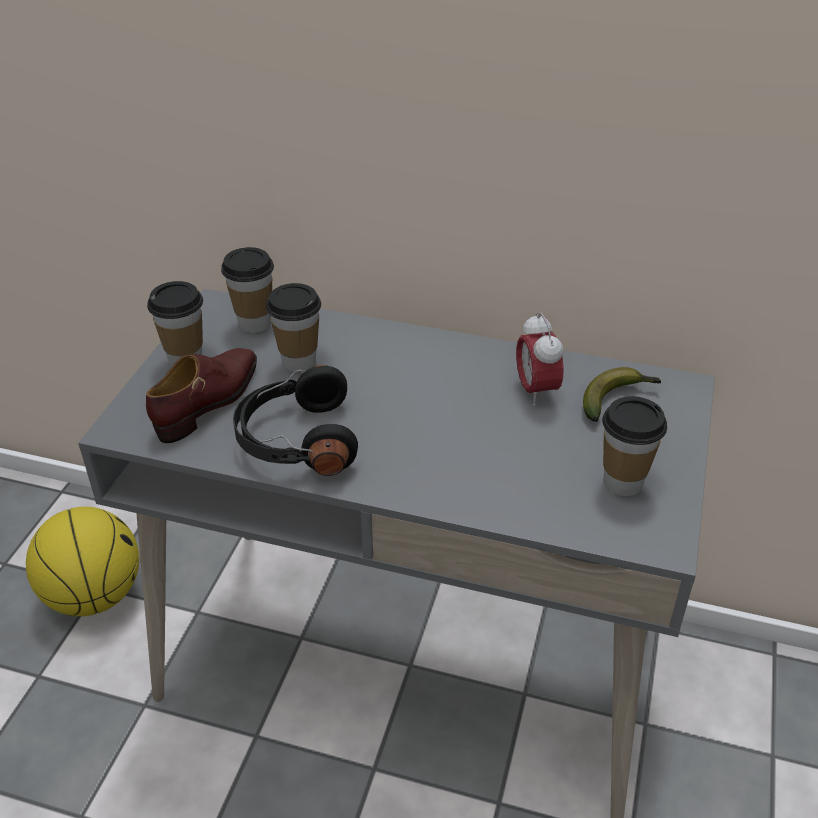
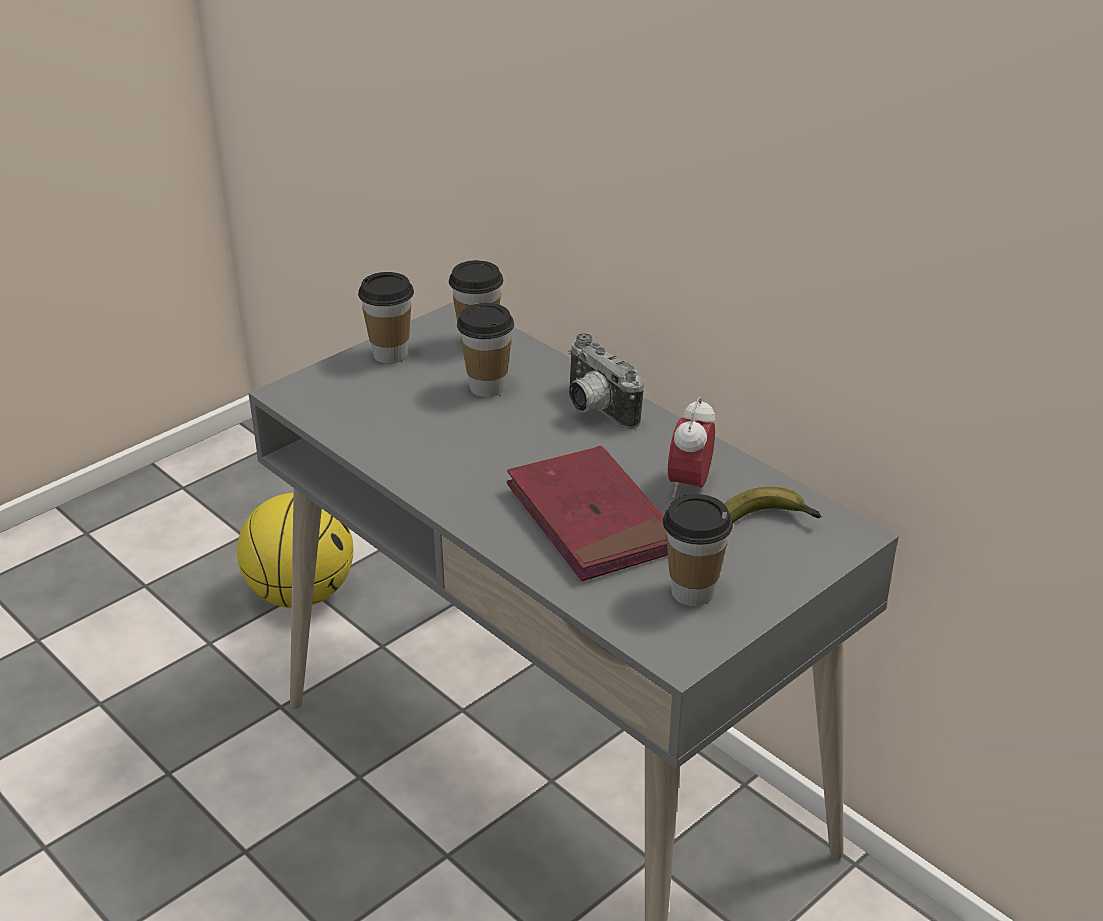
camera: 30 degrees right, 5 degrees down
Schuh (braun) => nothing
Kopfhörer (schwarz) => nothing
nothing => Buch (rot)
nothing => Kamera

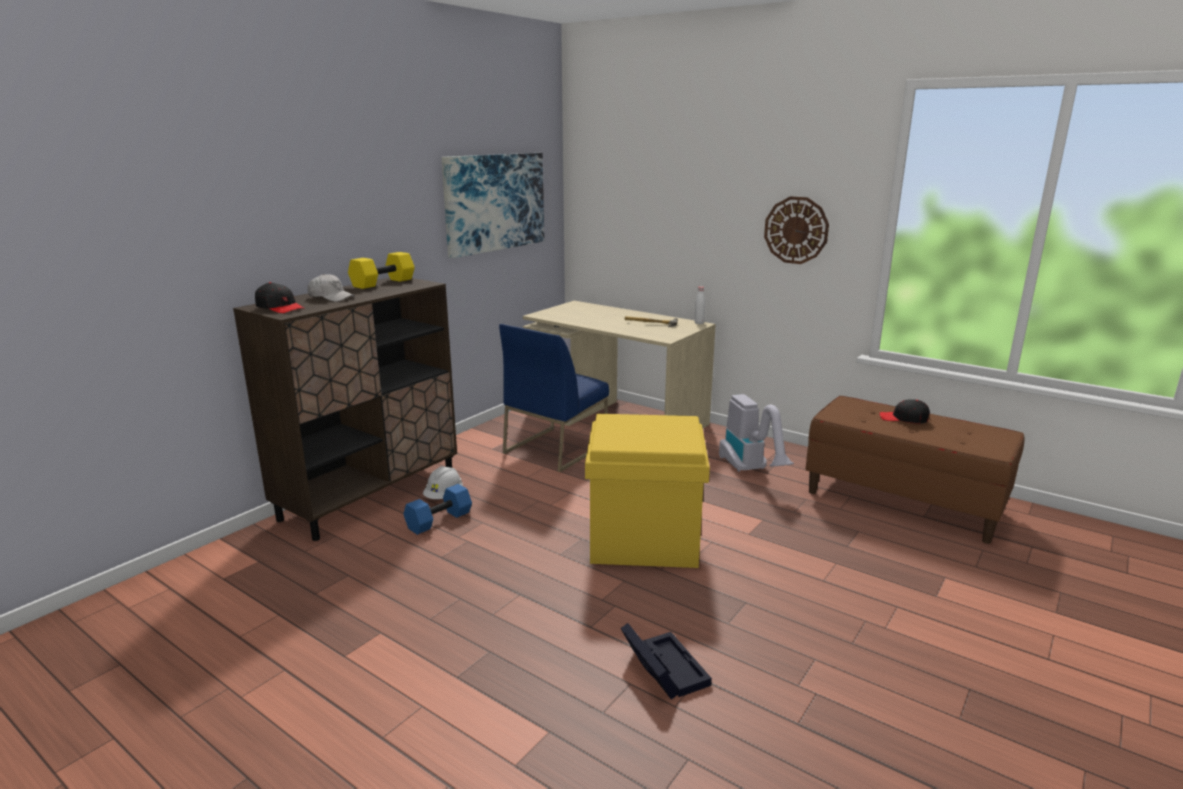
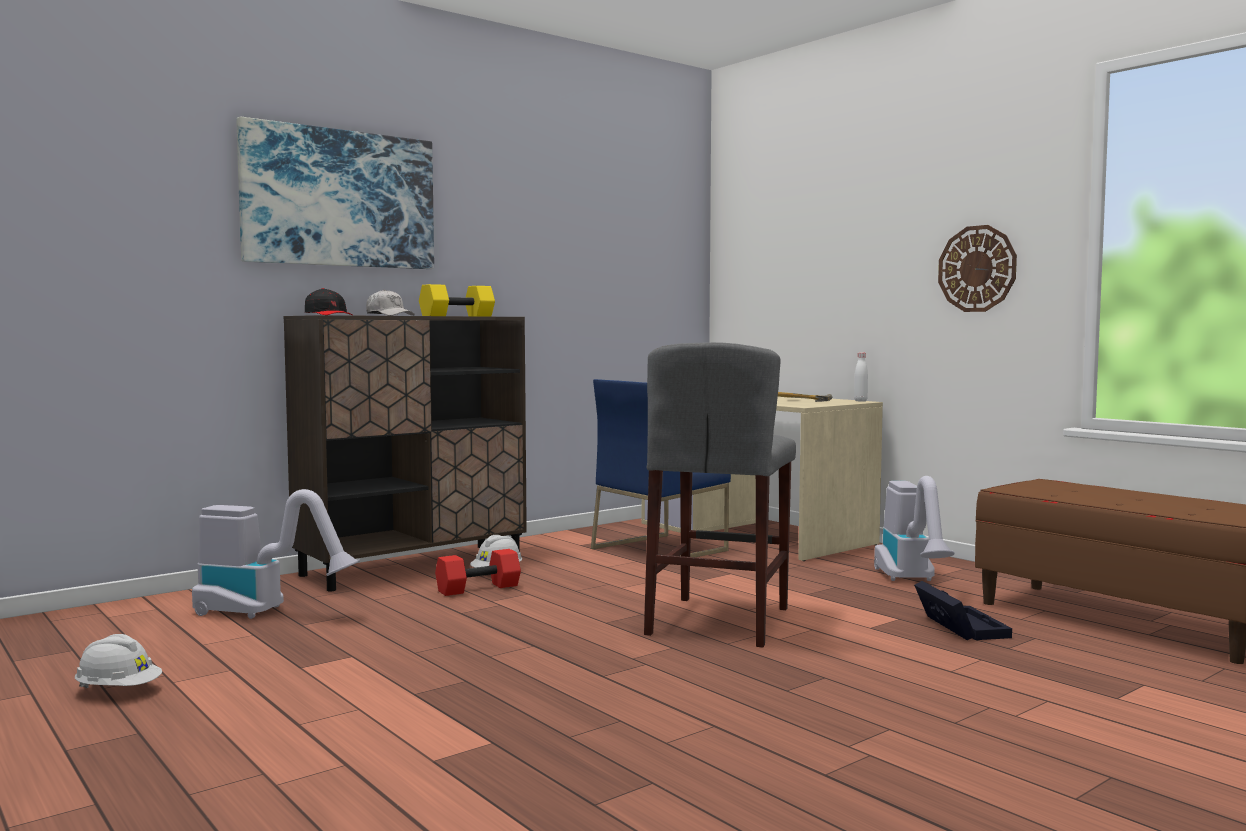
camera: 15 degrees right, 15 degrees down
Hantel (blau) => Hantel (rot)
Bild, move
Aufbewahrungsbox (gelb) => Hocker (grau)
Aufbewahrungsbox (schwarz), move
Kappe (schwarz) (2nd from left) => nothing
nothing => Schutzhelm (weiß) (1st from left)
nothing => Staubsauger (1st from left)

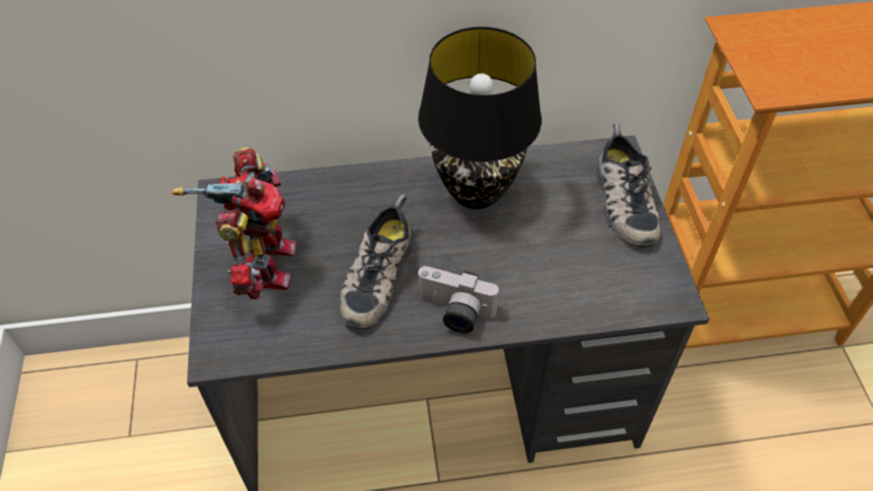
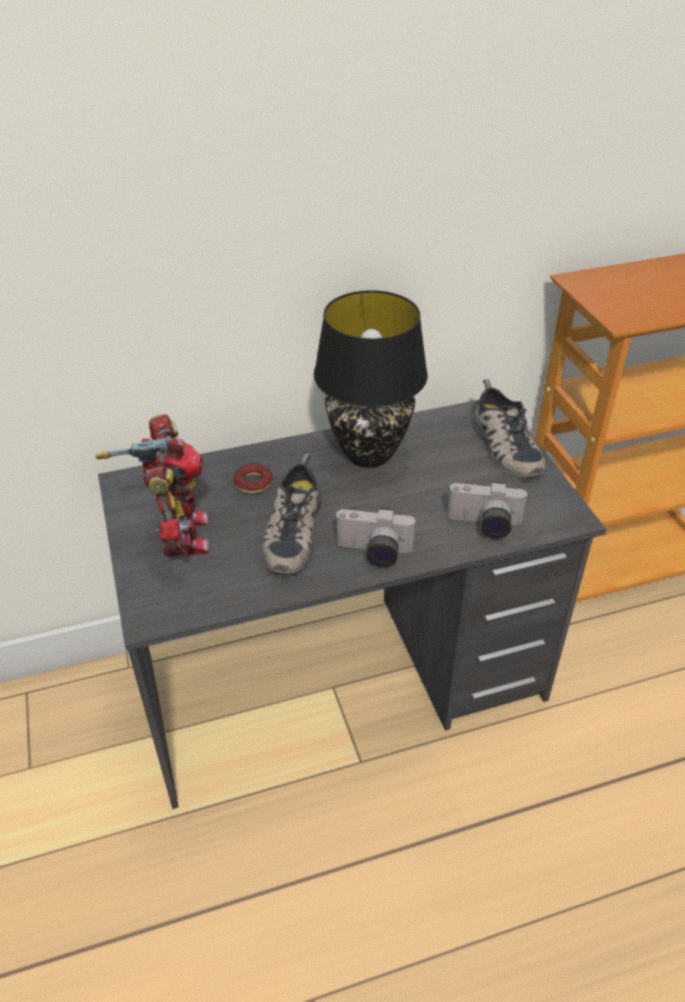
camera: 10 degrees left, 10 degrees down
nothing => Donut
nothing => Kamera (2nd from left)

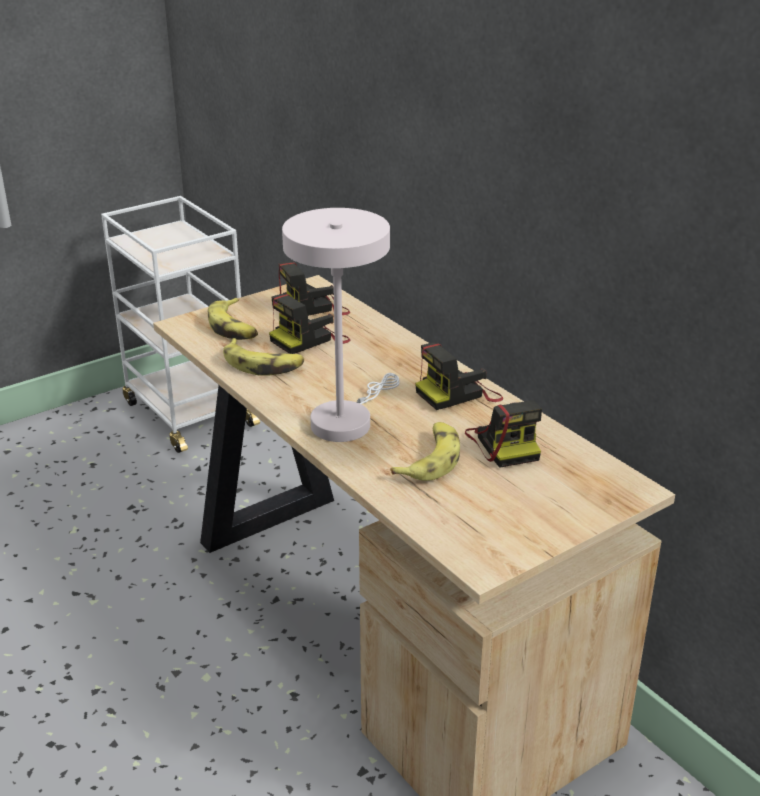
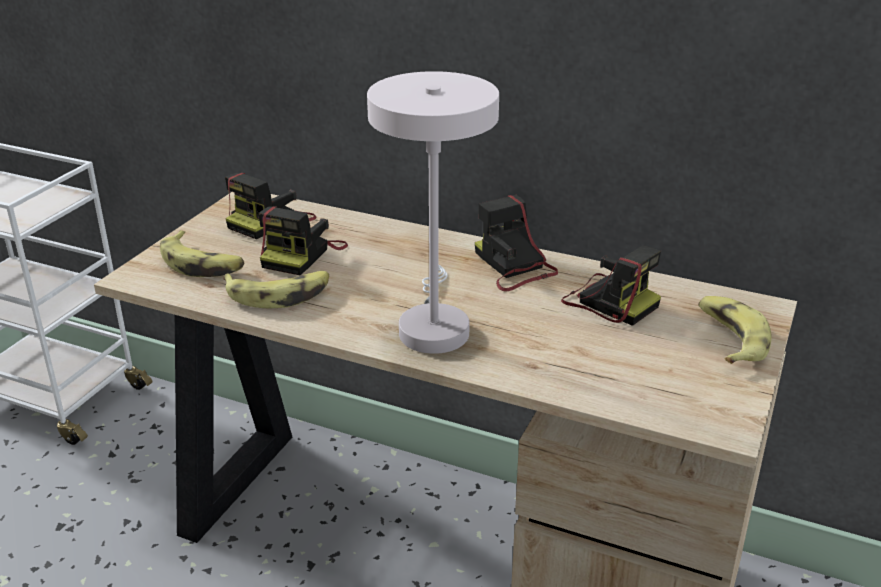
camera: 30 degrees left, 0 degrees up
Banane (3rd from left), move
Kamera (3rd from left), 120 degrees clockwise

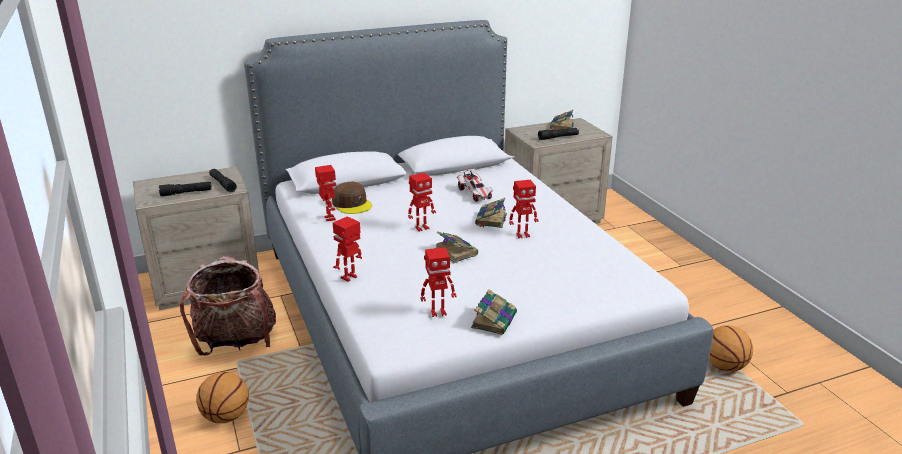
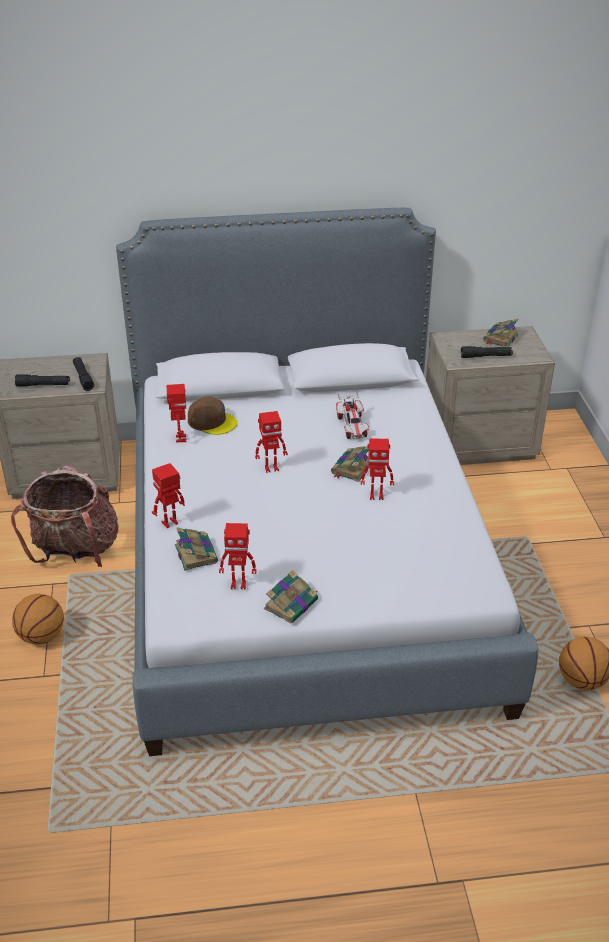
camera: 15 degrees right, 10 degrees up
Kappe (braun), 45 degrees counterclockwise
Buch (1st from left), move

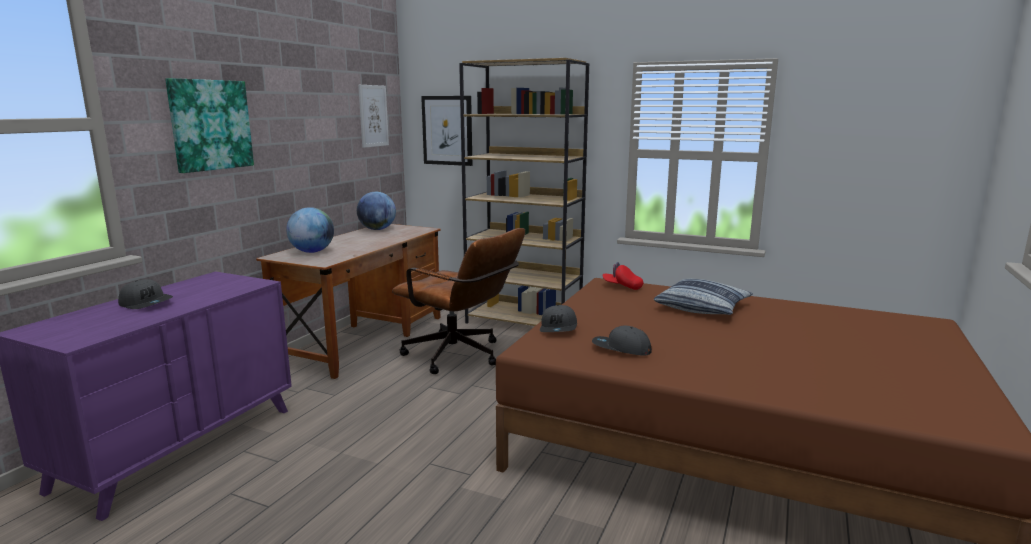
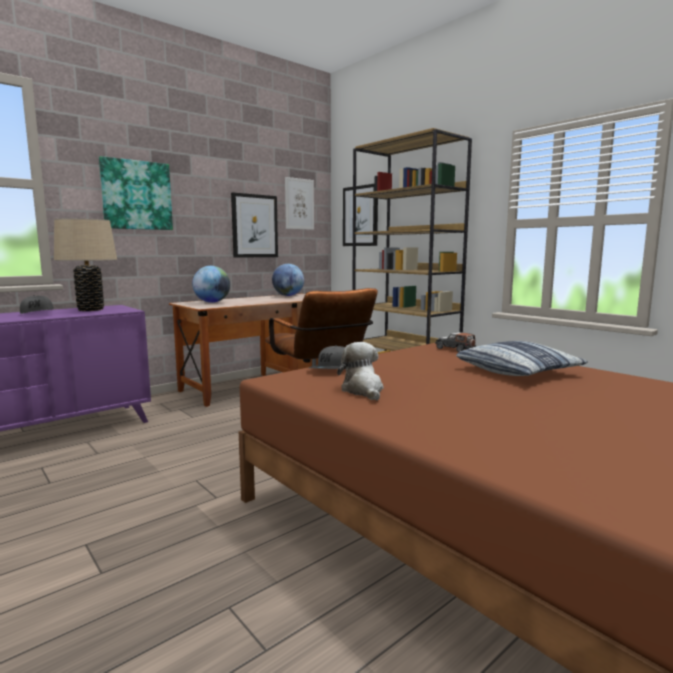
camera: 25 degrees right, 5 degrees down
Kappe (grau) (3rd from left) => Plüschtier
Kappe (rot) => Spielzeugauto
nothing => Tischlampe (beige)
nothing => Bild (2nd from left)

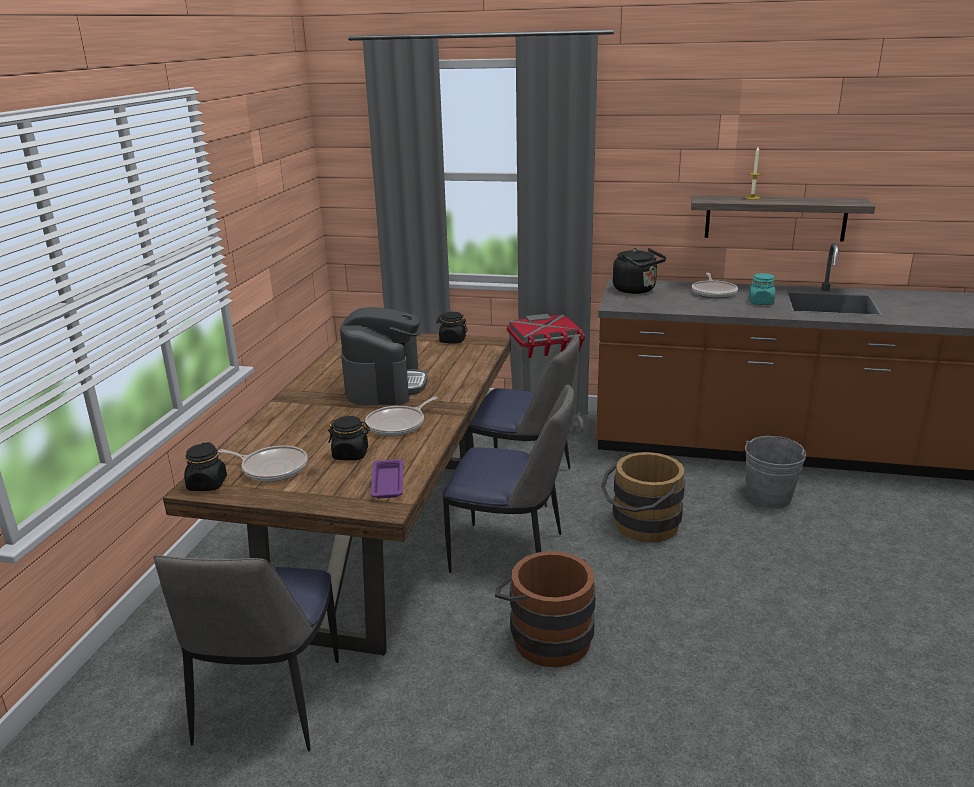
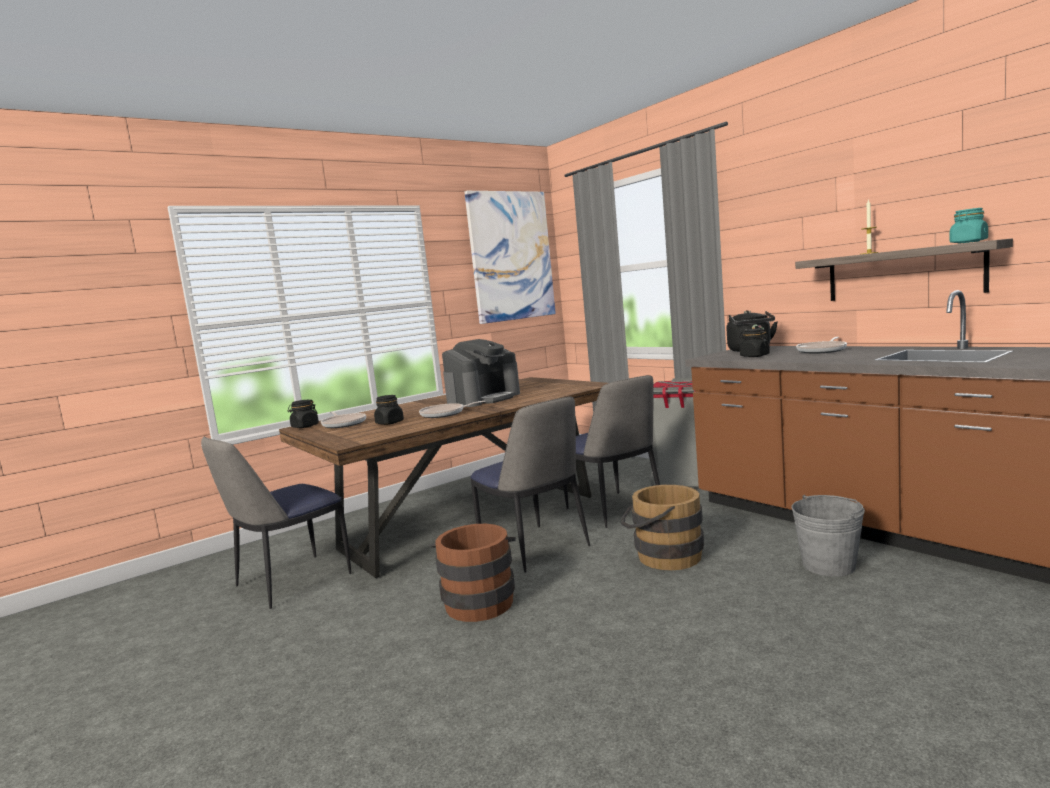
camera: 40 degrees right, 15 degrees down
Tablett (lila) => nothing
Vorratsglas (schwarz) (3rd from left), move
Vorratsglas (türkis), move
nothing => Bild

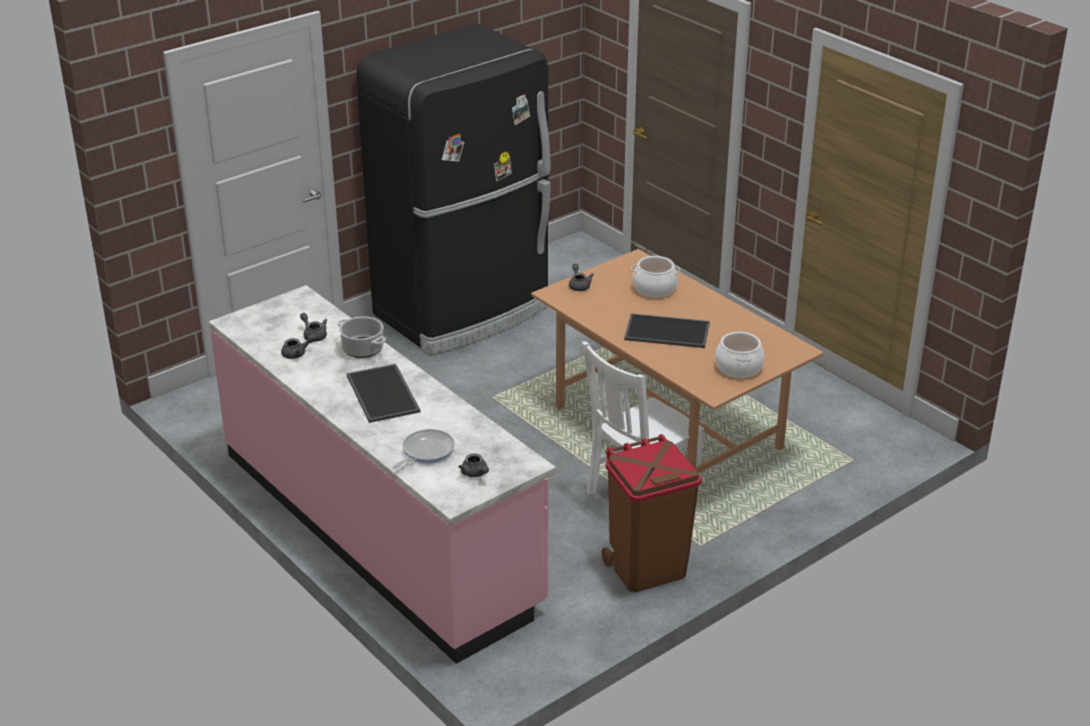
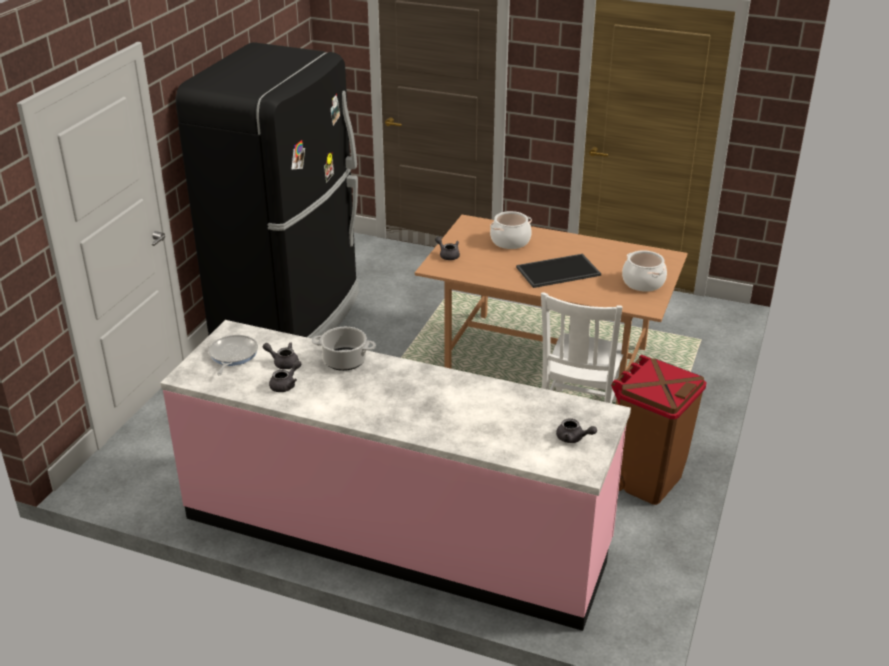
camera: 30 degrees left, 0 degrees up
Tablett (1st from left) => nothing
Pfanne, move

